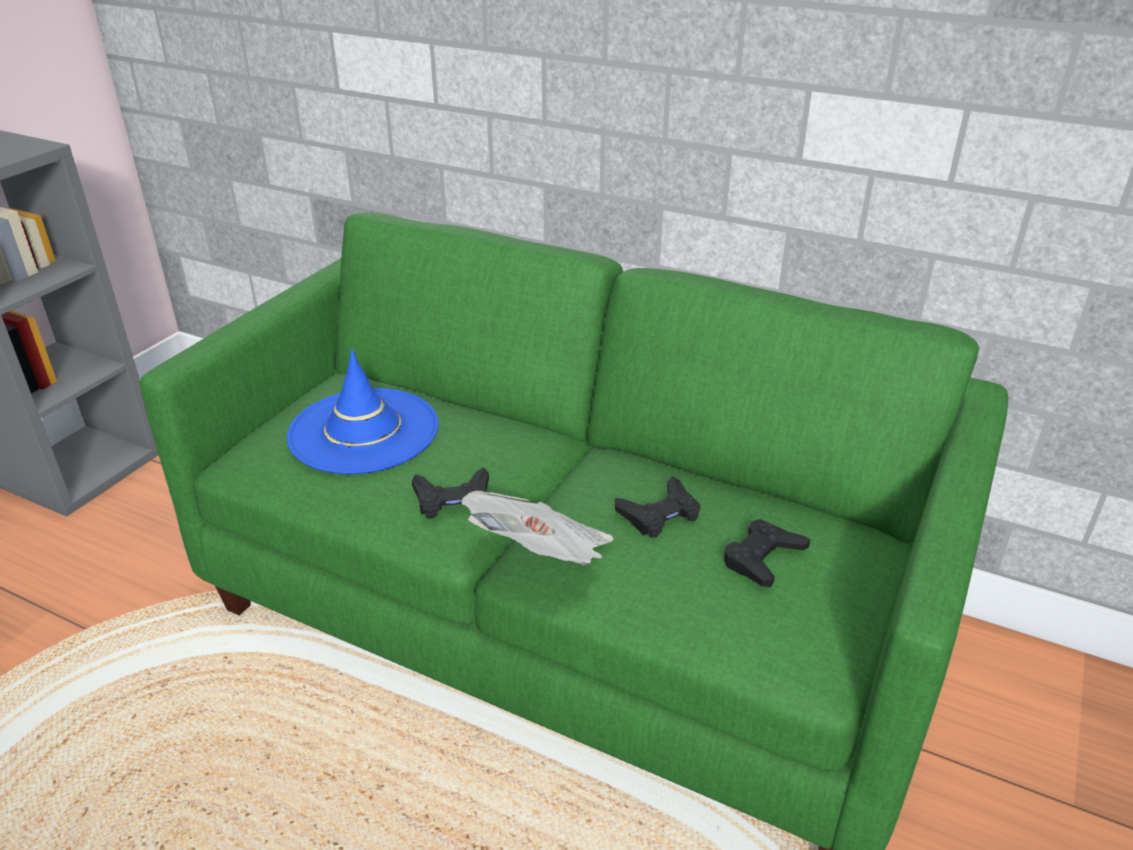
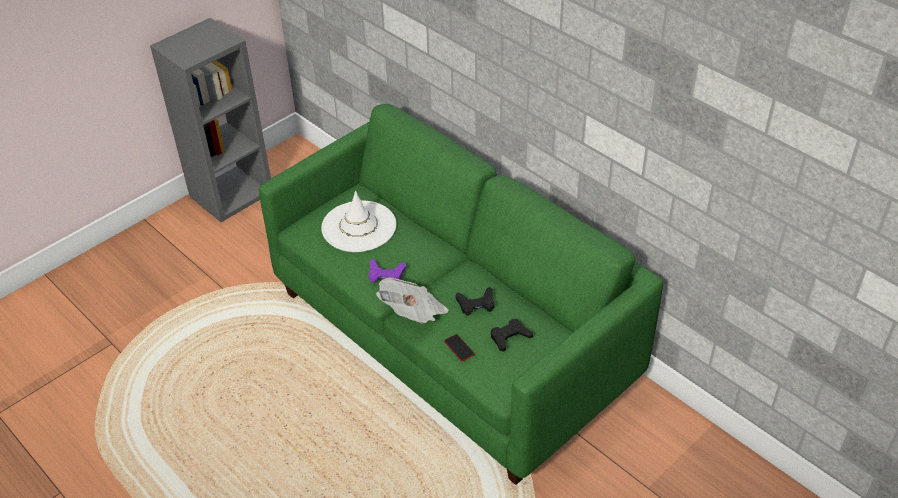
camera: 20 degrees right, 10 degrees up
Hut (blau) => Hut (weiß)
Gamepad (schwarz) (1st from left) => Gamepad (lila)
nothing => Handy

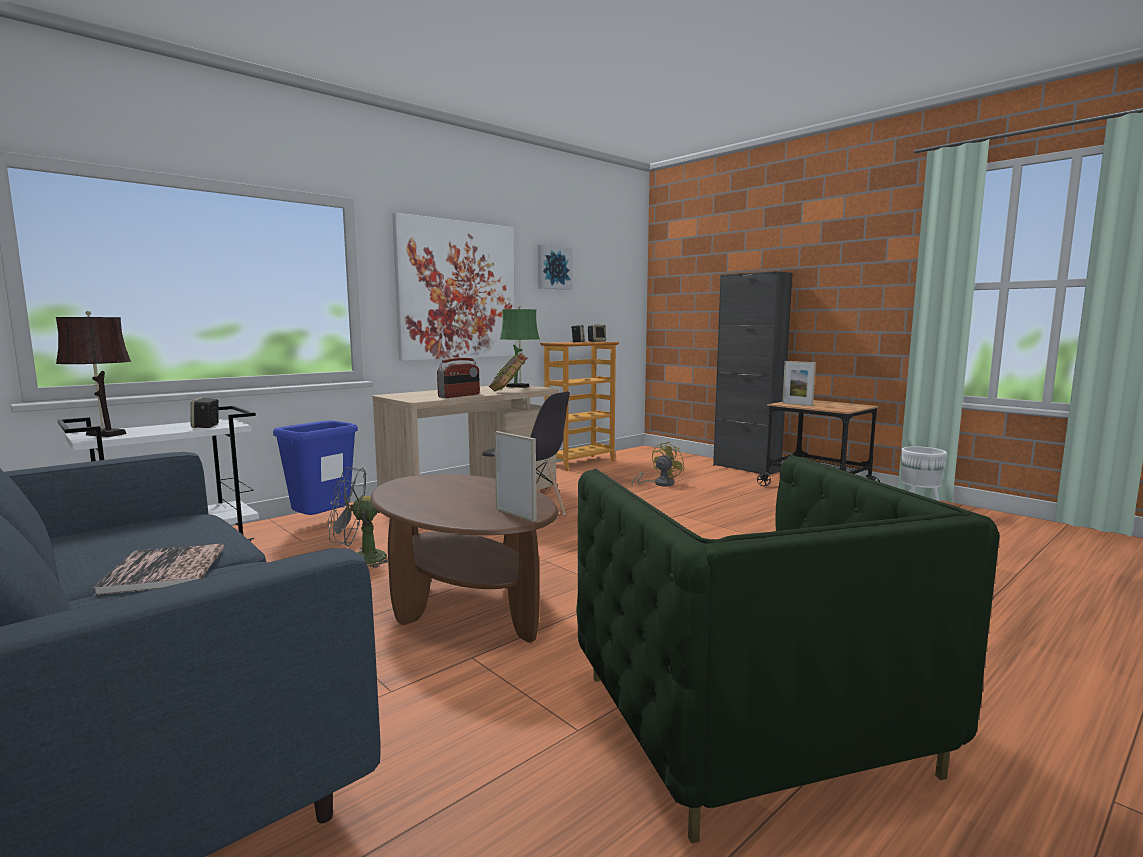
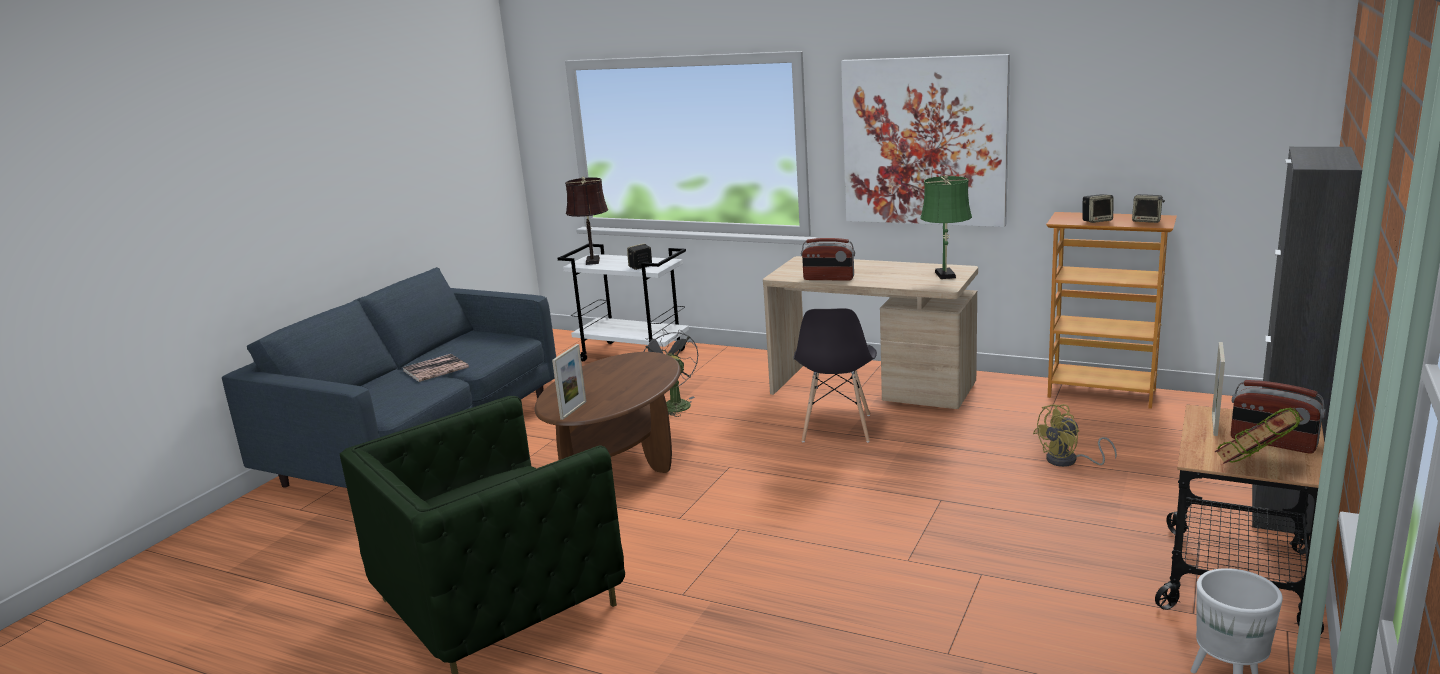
camera: 70 degrees right, 10 degrees up
Mülleimer (blau) => nothing
Buch (2nd from left), move
Bild (2nd from left) => nothing
Ventilator (gelb), 135 degrees clockwise
nothing => Radio (2nd from left)

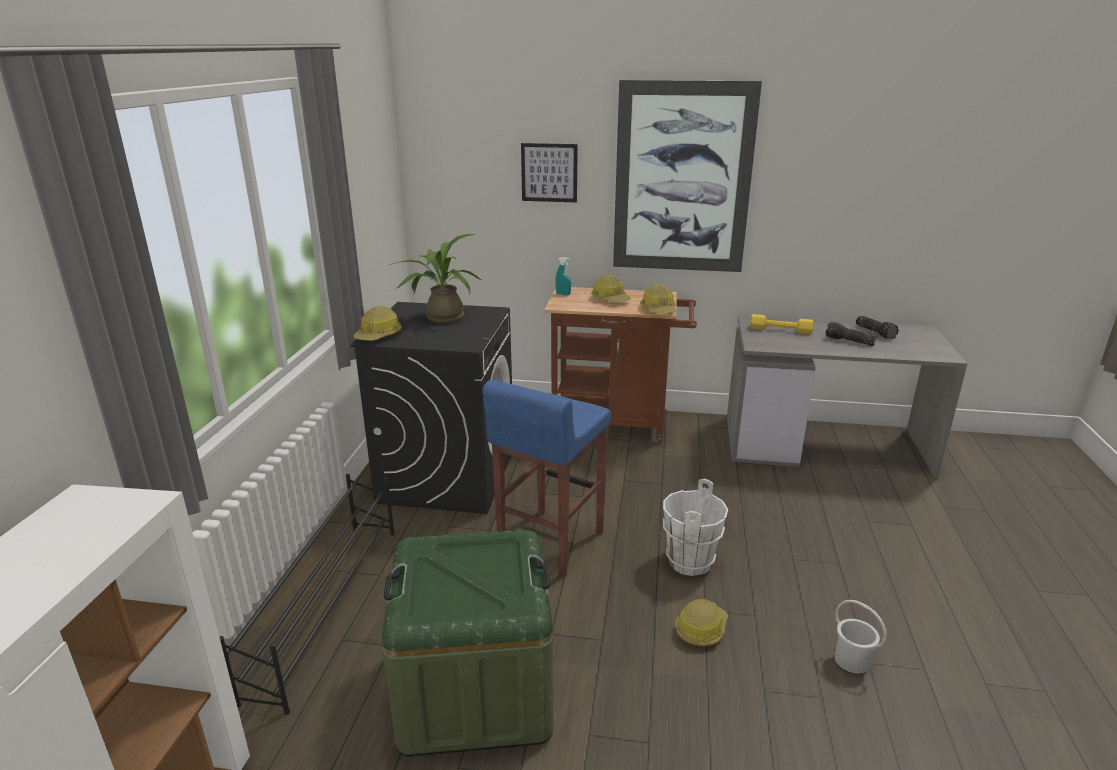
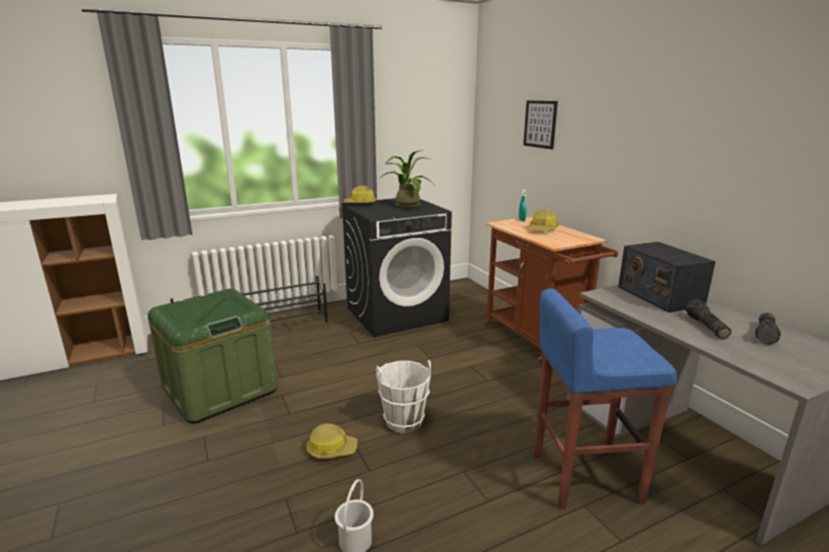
camera: 55 degrees right, 5 degrees down
Hocker (blau), move
Bild (2nd from left) => nothing
Schutzhelm (3rd from left) => nothing
Hantel (gelb) => Radio

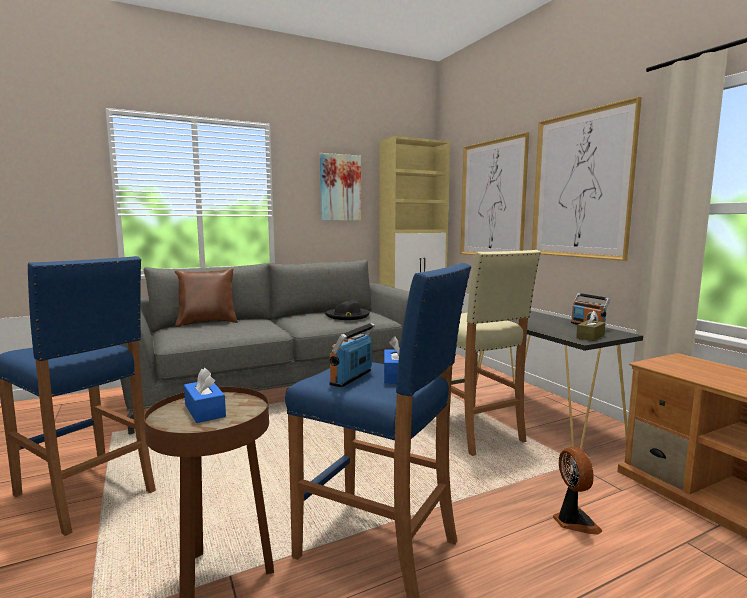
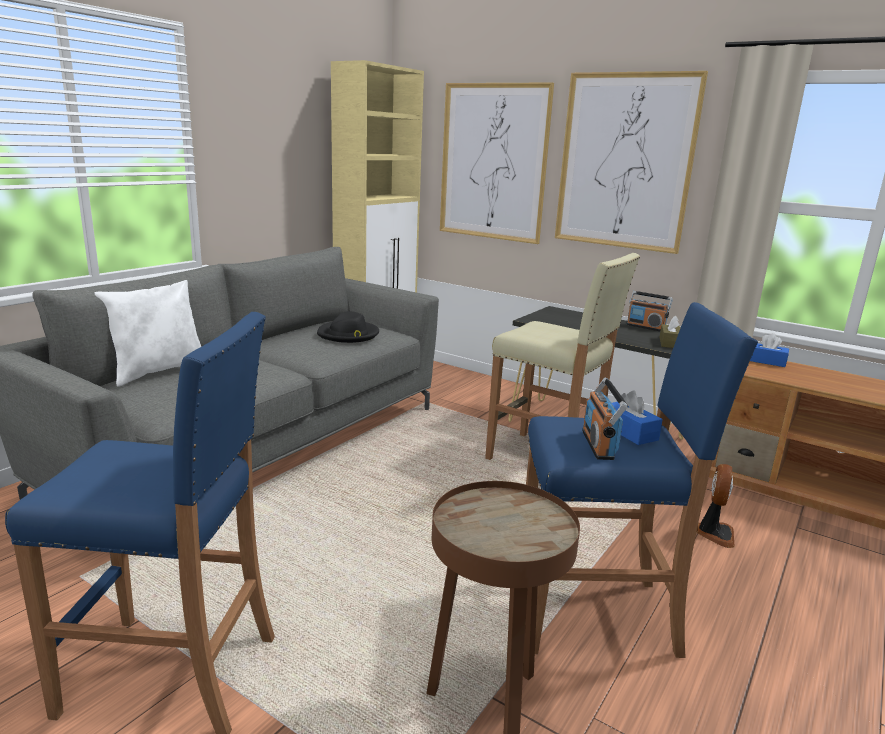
camera: 30 degrees left, 10 degrees up
Kissen (braun) => Kissen (weiß)
Taschentuchbox (blau) (1st from left in the first image) => Taschentuchbox (blau) (2nd from left), move
Bild (1st from left) => nothing
Ventilator, 60 degrees clockwise

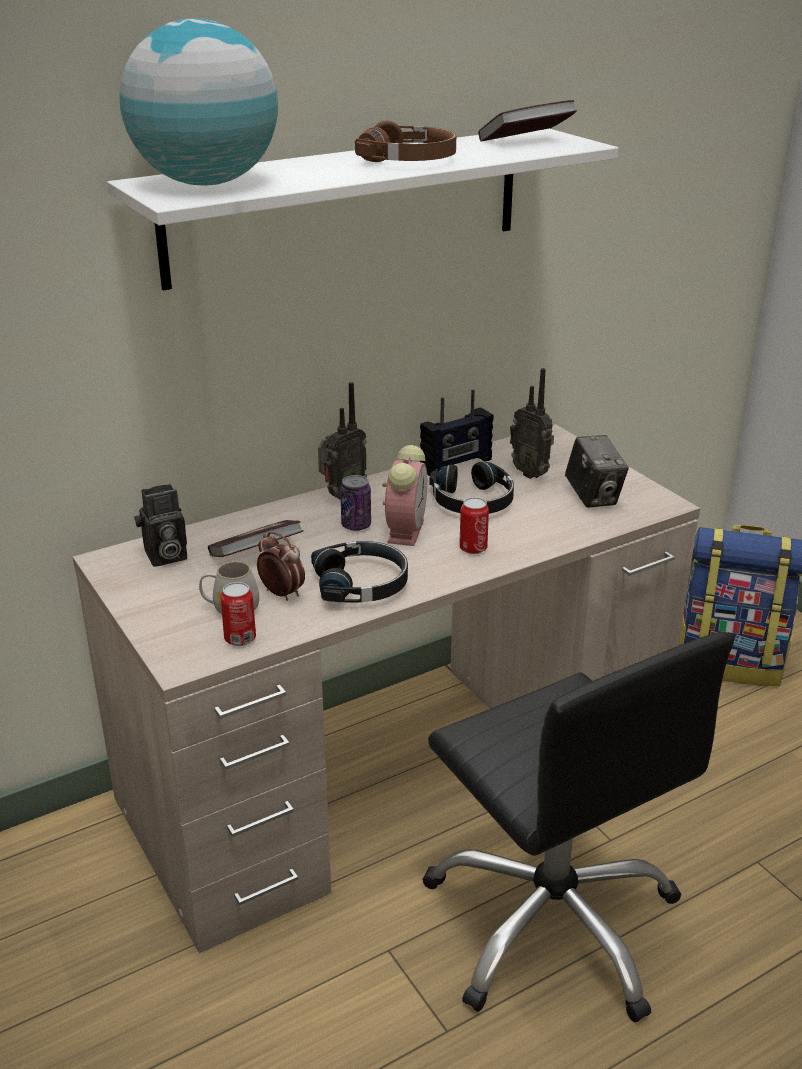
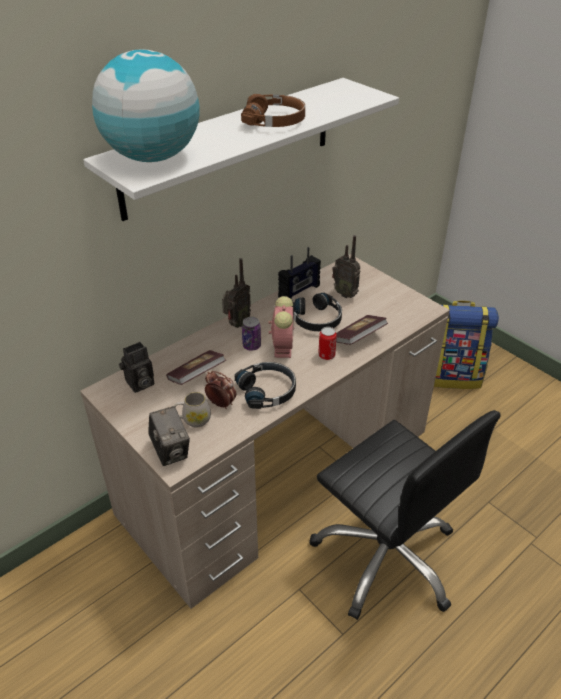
camera: 10 degrees left, 10 degrees up
Dose (1st from left) => nothing
Buch (2nd from left), move
Kamera (2nd from left), move

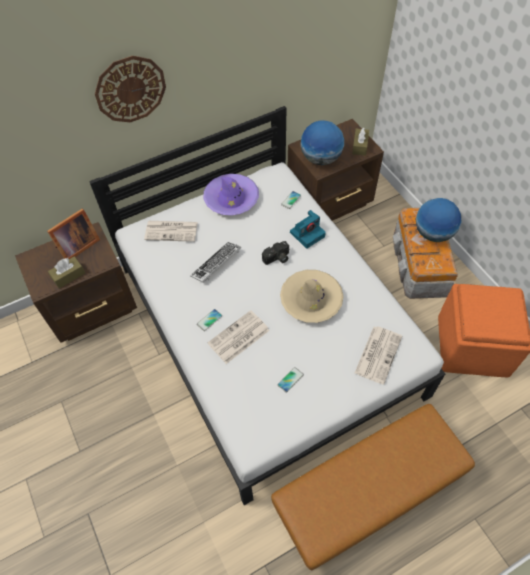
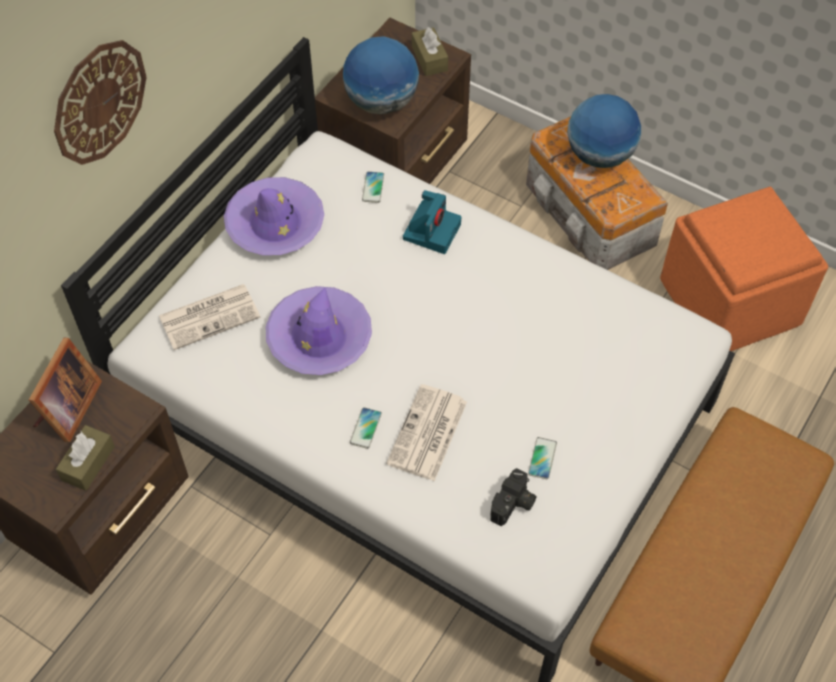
camera: 30 degrees left, 0 degrees up
Tastatur => Hut (lila) (2nd from left)
Kamera (1st from left in the first image) => Kamera (2nd from left), move
Hut (beige) => nothing
Zeitung (3rd from left) => nothing

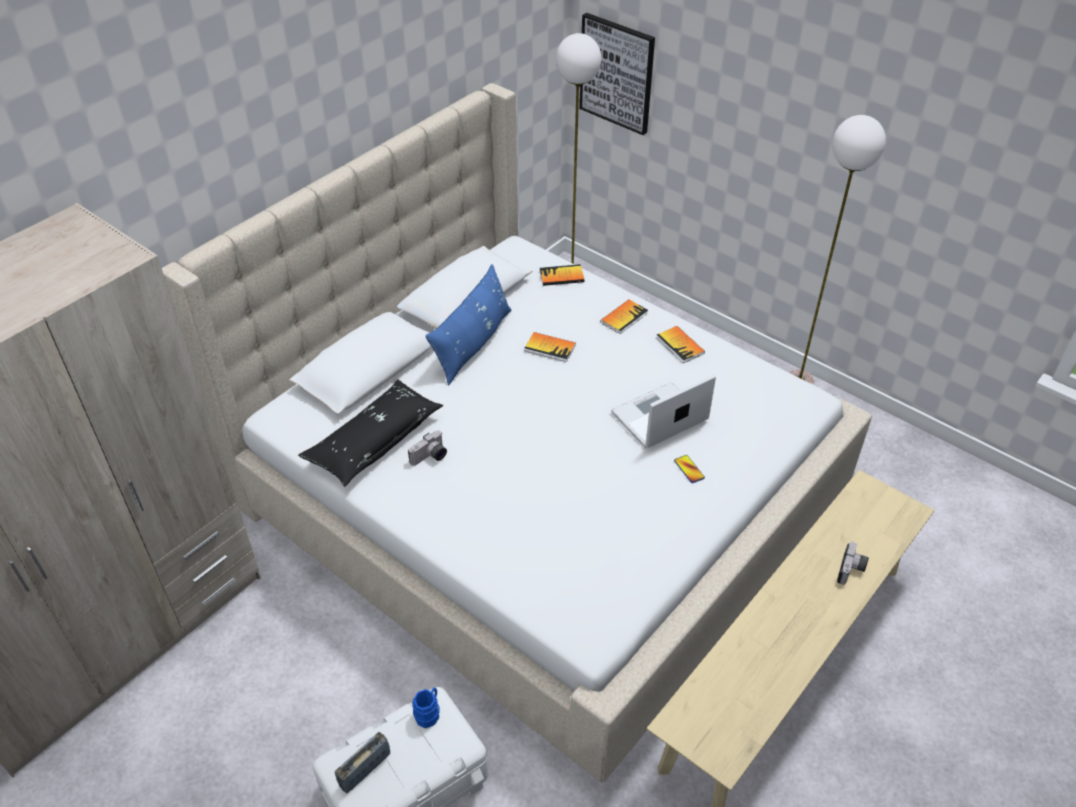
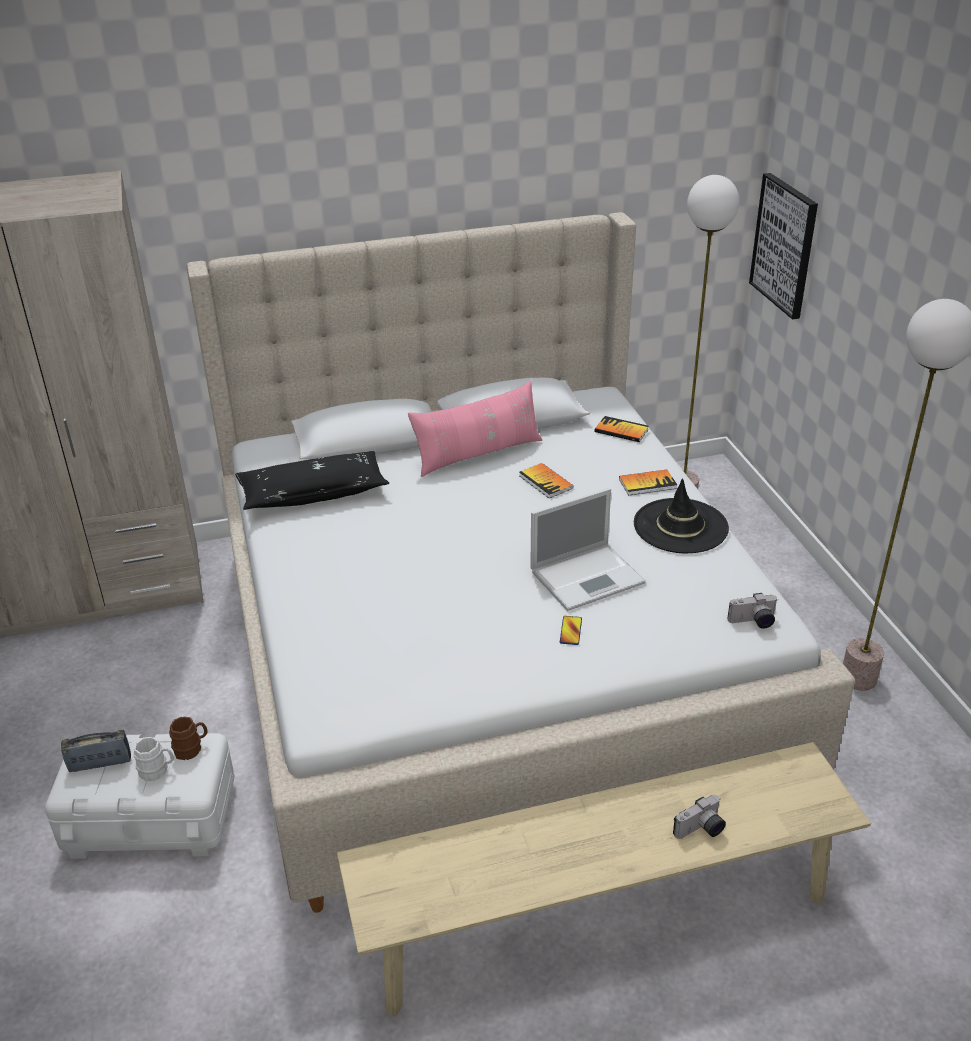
camera: 35 degrees right, 10 degrees down
Kamera (1st from left in the first image) => Kamera (2nd from left), move
Henkelbecher (blau) => Henkelbecher (braun)
Kissen (blau) => Kissen (rosa)
Laptop, 150 degrees clockwise
Buch (4th from left) => Hut (schwarz)
nothing => Henkelbecher (weiß)

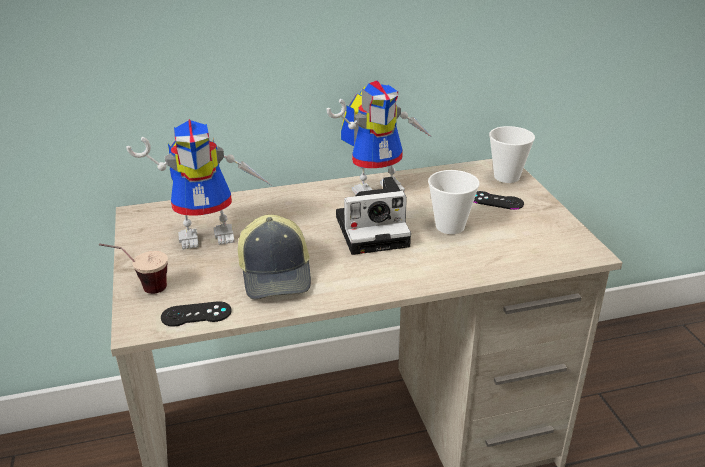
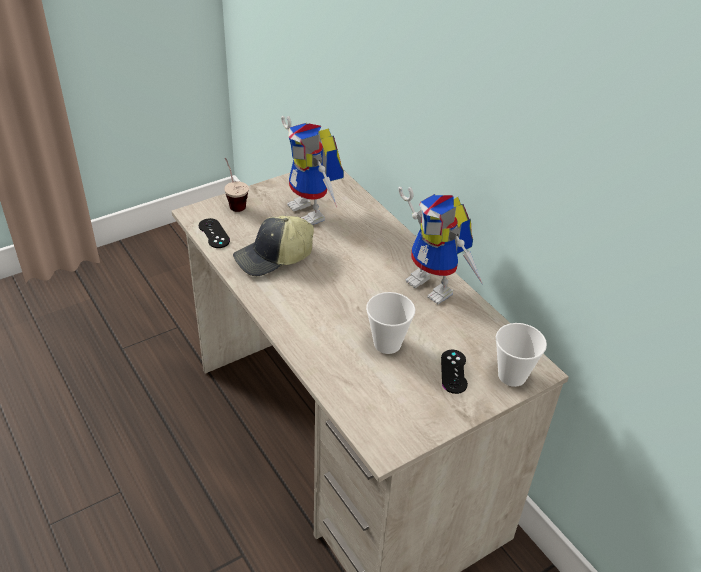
camera: 70 degrees right, 10 degrees up
Kamera => nothing

